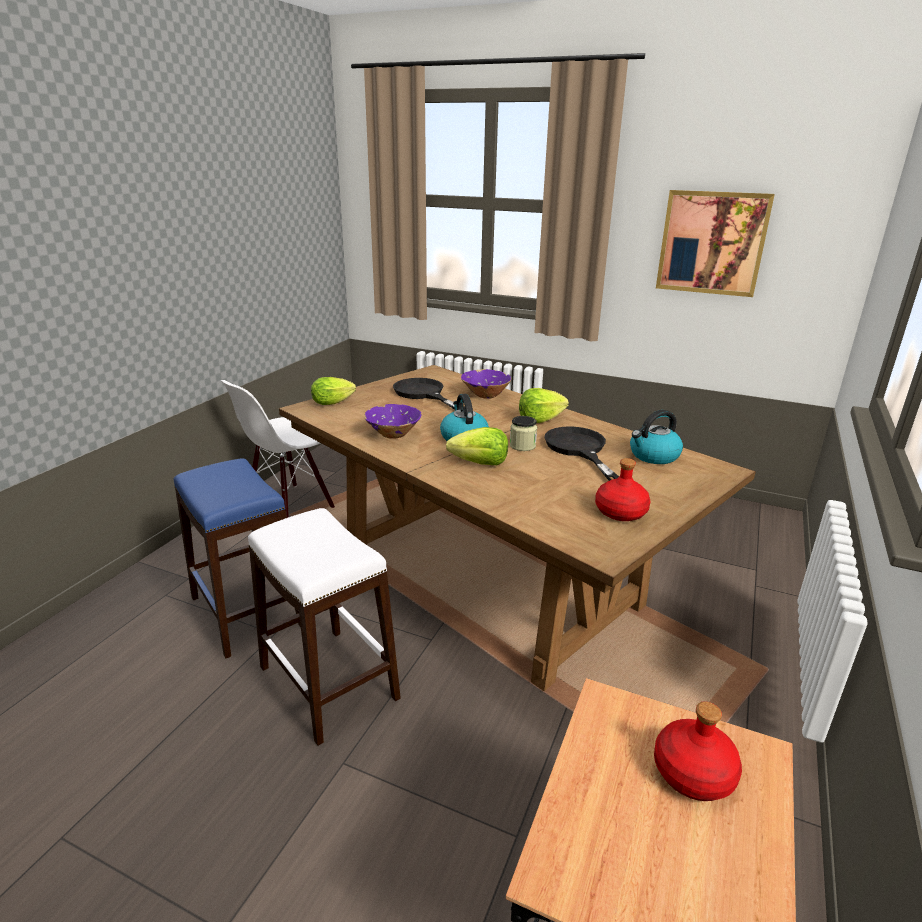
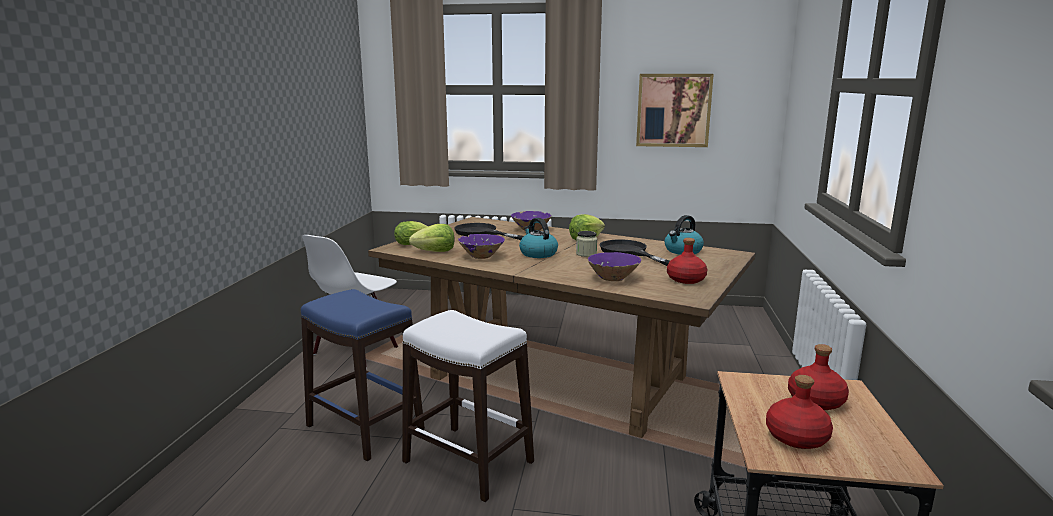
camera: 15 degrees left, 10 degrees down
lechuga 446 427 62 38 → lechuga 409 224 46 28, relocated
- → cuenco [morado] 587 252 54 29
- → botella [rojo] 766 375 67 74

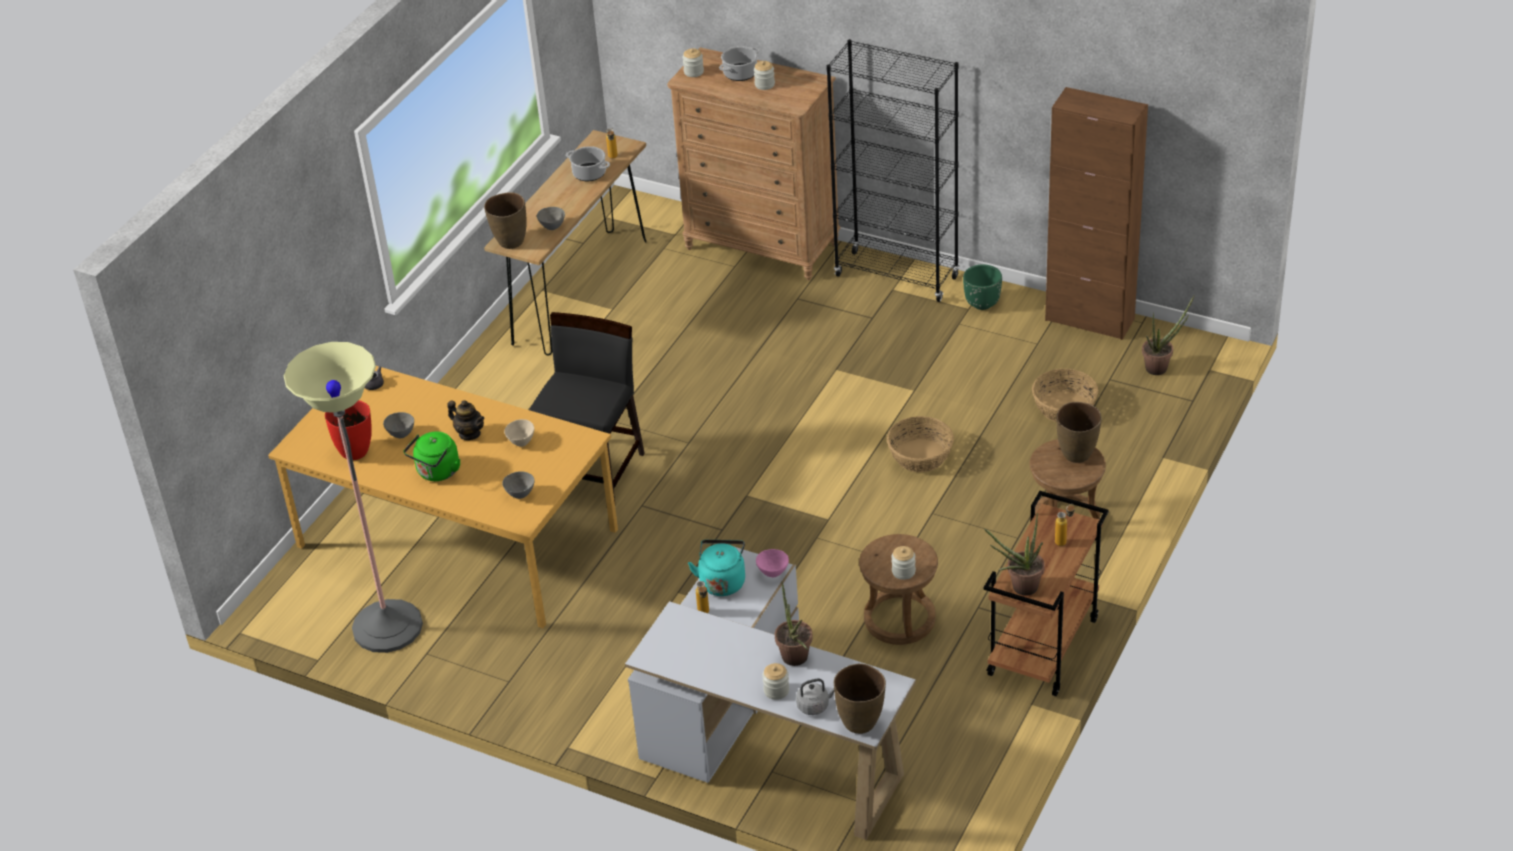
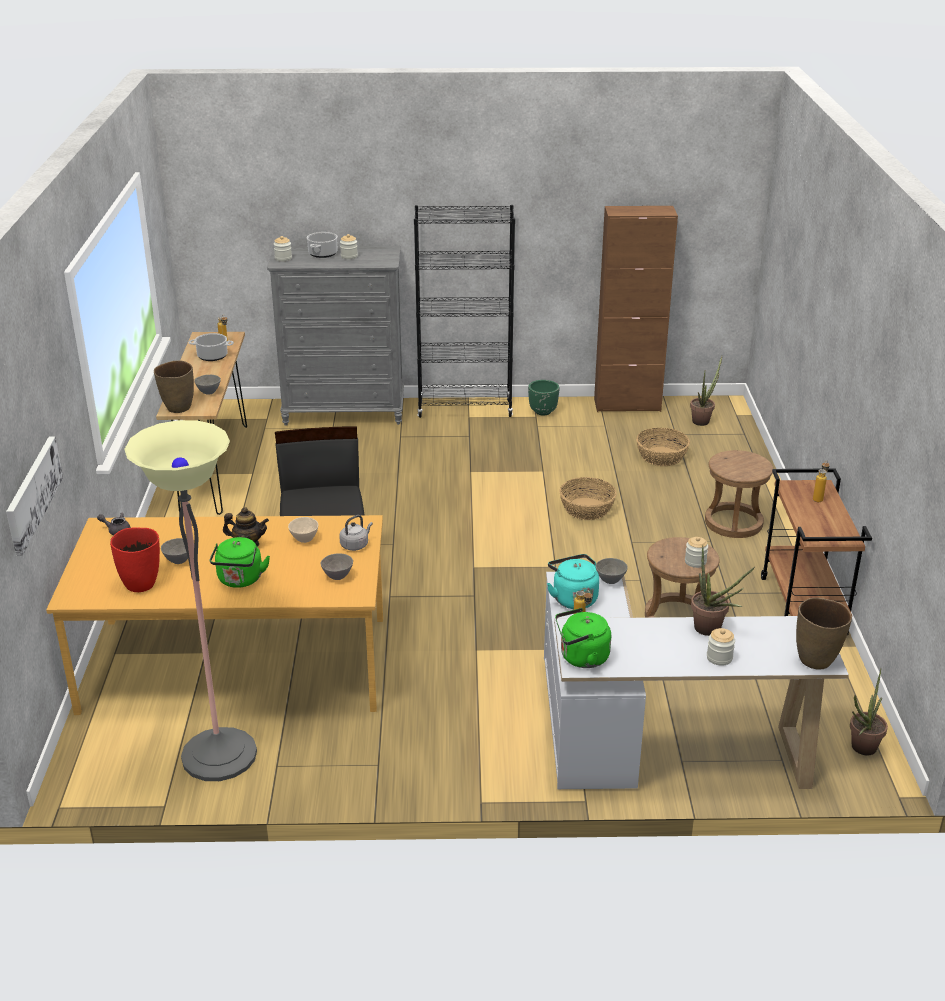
camera: 30 degrees left, 10 degrees down
cómoda [marrón] 667 47 174 233 → cómoda [gris] 267 245 137 181
florero [marrón] 1057 402 45 61 → -
planta en maceta 984 513 61 83 → planta en maceta 850 668 38 87, relocated
cuenco [rosa] 756 549 33 28 → cuenco [gris] 596 558 32 26
hervidor [gris] 796 678 38 37 → hervidor [gris] 339 515 34 36, relocated
- → cuadro 6 436 57 120
- → hervidor [verde] 555 608 56 60

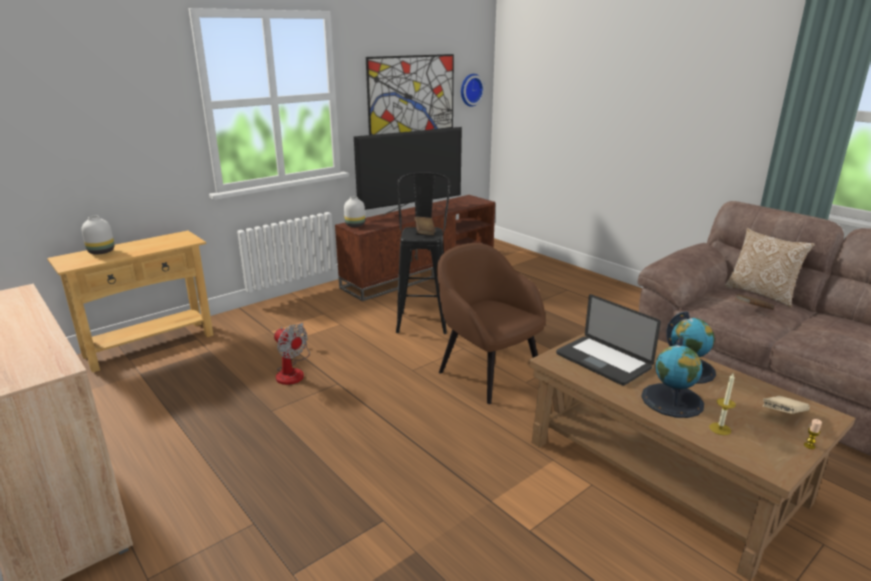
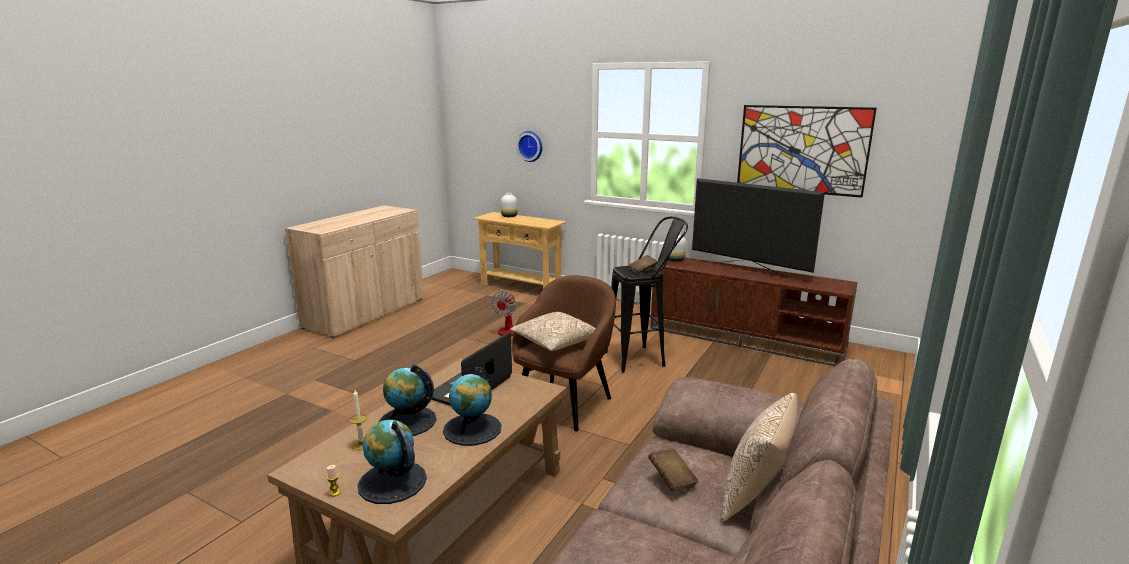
camera: 70 degrees right, 5 degrees down
reloj de pared 461 74 24 33 → reloj de pared 516 131 26 31, relocated
libro [beis] 762 396 48 18 → globo terráqueo 358 420 69 84
- → cojín 510 312 86 39

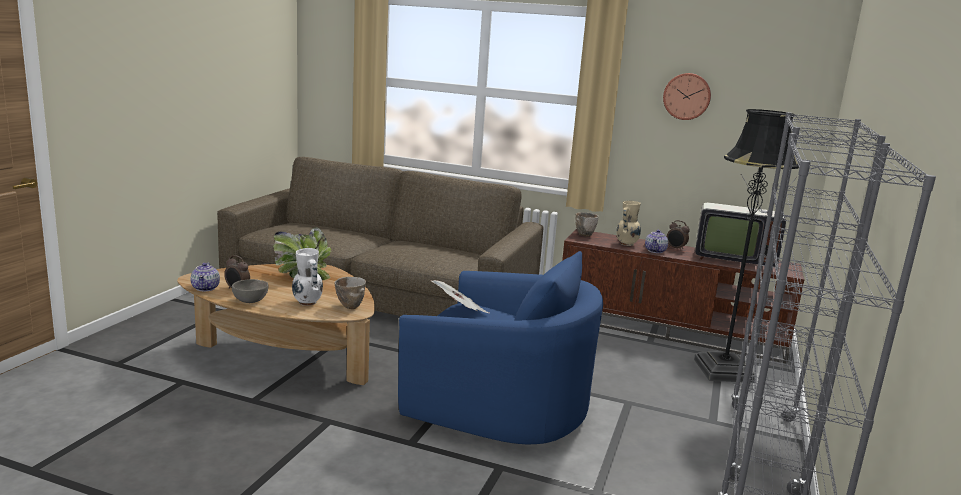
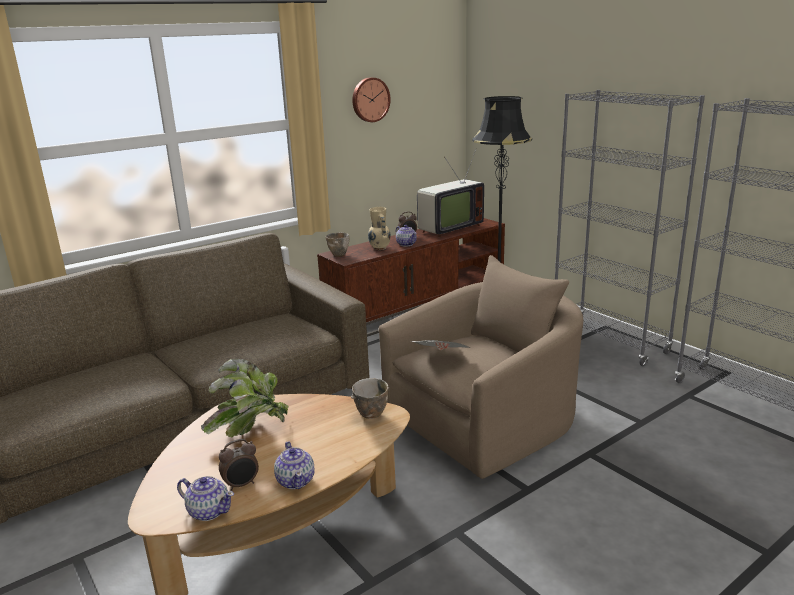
camera: 55 degrees left, 5 degrees up
florero [blanco] 292 248 31 58 → -
sillón [azul] 398 251 205 193 → sillón [beis] 379 255 204 224
cuenco [gris] 232 279 37 24 → tetera 274 442 41 47

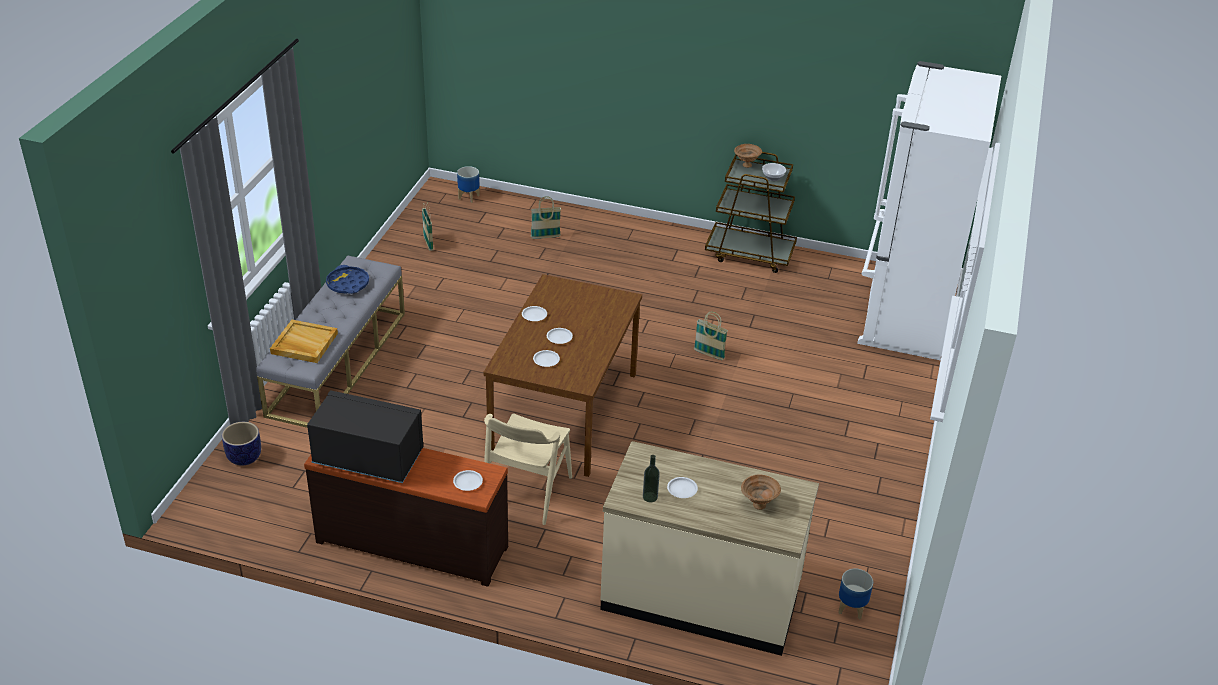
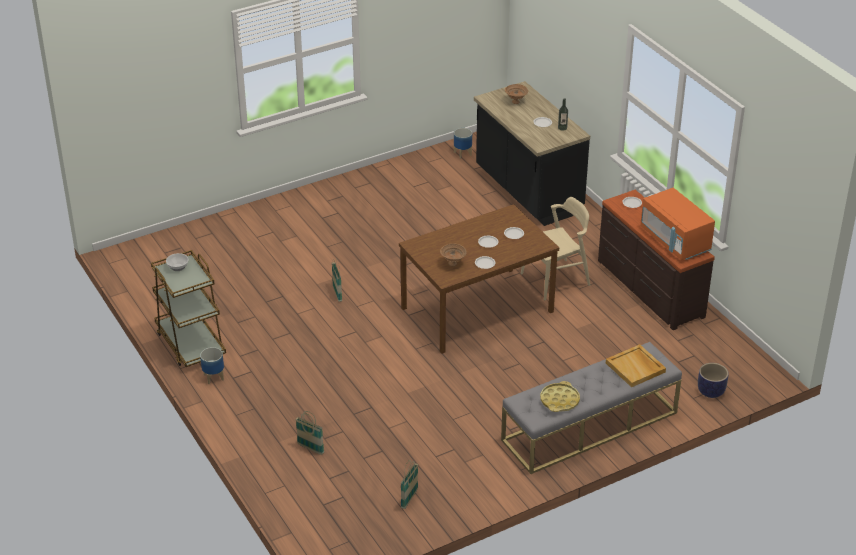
camera: 135 degrees left, 0 degrees up
nevera [blanco] 857 61 144 299 → -
cuenco [marrón] 734 144 28 24 → cuenco [marrón] 440 243 27 23, relocated
maceta 457 166 23 37 → maceta 200 347 24 37, relocated
bandeja [azul] 326 265 43 29 → bandeja [amarillo] 540 381 40 31
microondas [negro] 307 390 116 93 → microondas [naranja] 640 188 75 72
mueble bajo de cocina [beis] 600 441 219 215 → mueble bajo de cocina [negro] 474 81 116 145

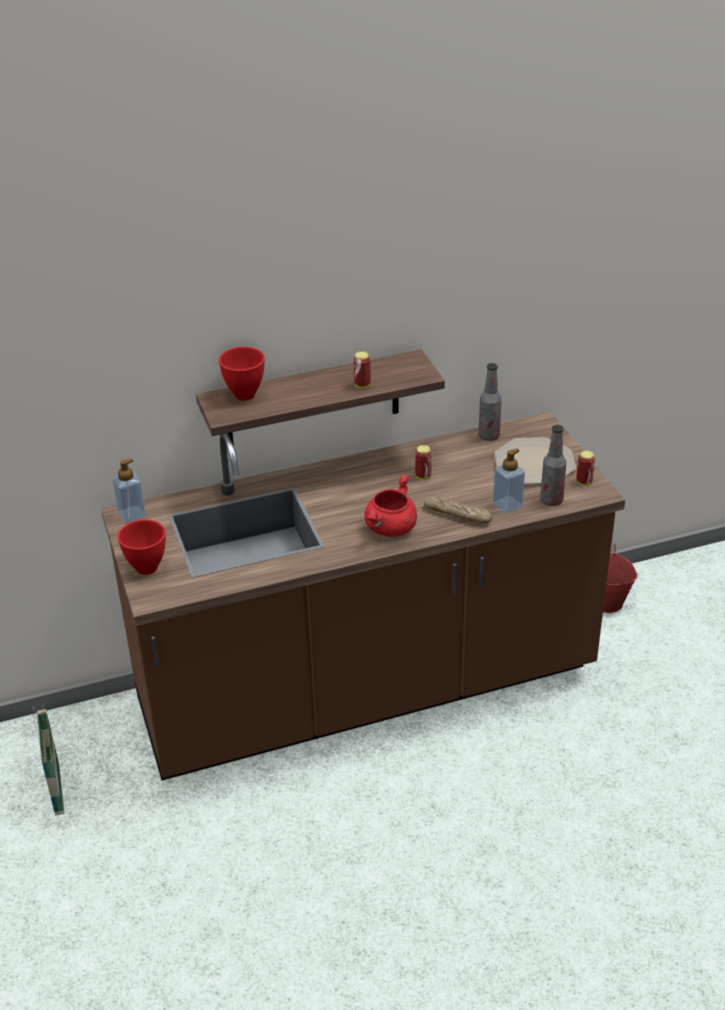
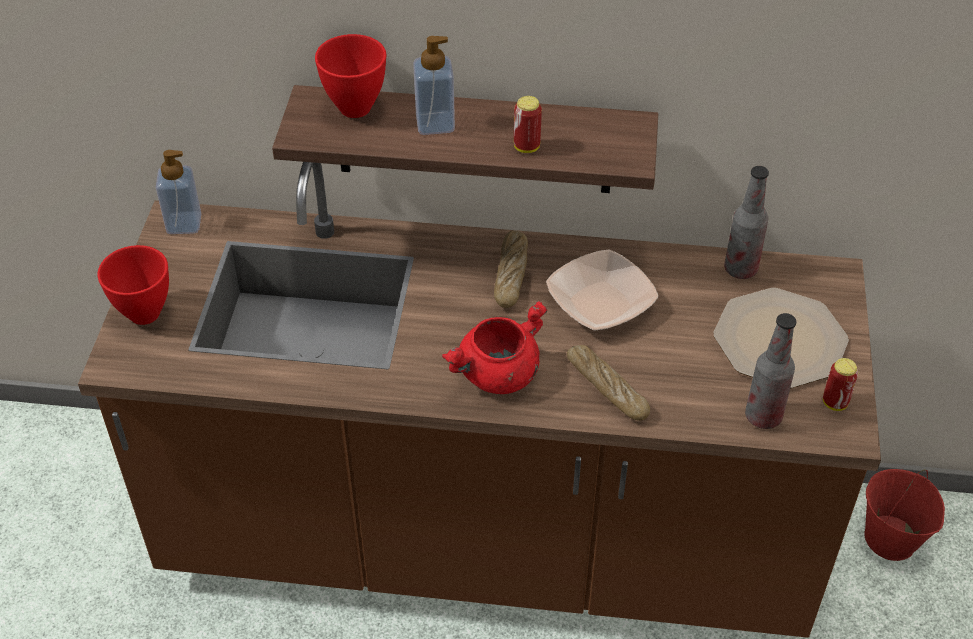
camera: 25 degrees right, 10 degrees up
lata 415 445 17 35 → cuenco 546 250 112 80
dispensador de jabón 493 449 32 64 → dispensador de jabón 413 36 42 99, relocated
cesta 33 705 31 111 → -
- → pan 494 230 34 78

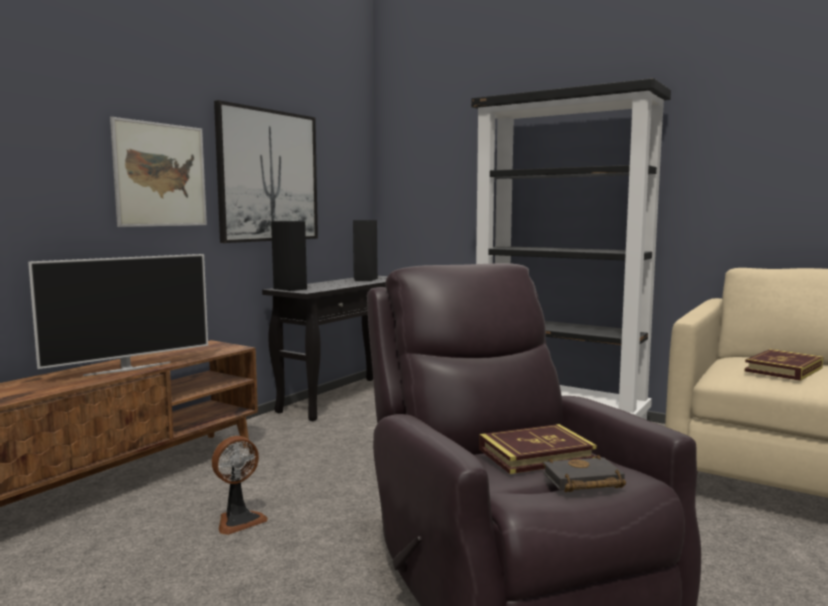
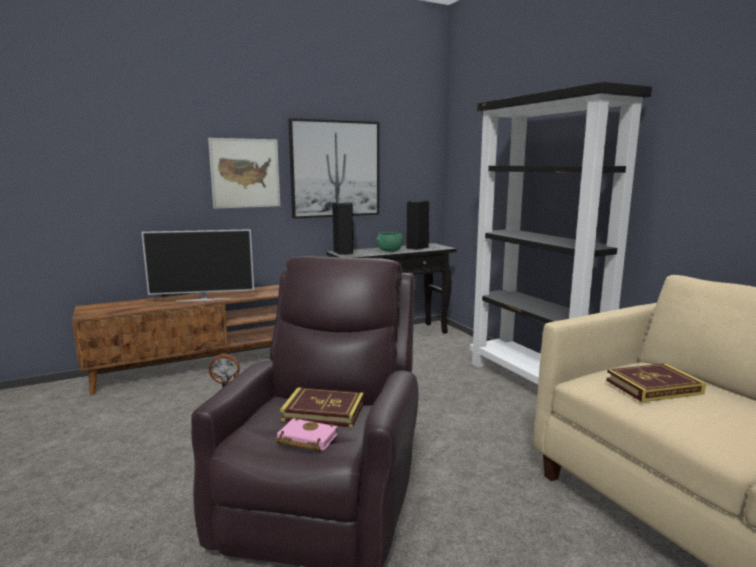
camera: 30 degrees right, 5 degrees up
libro [negro] 543 455 83 37 → libro [rosa] 276 417 62 35
- → cuenco [verde] 376 232 27 20

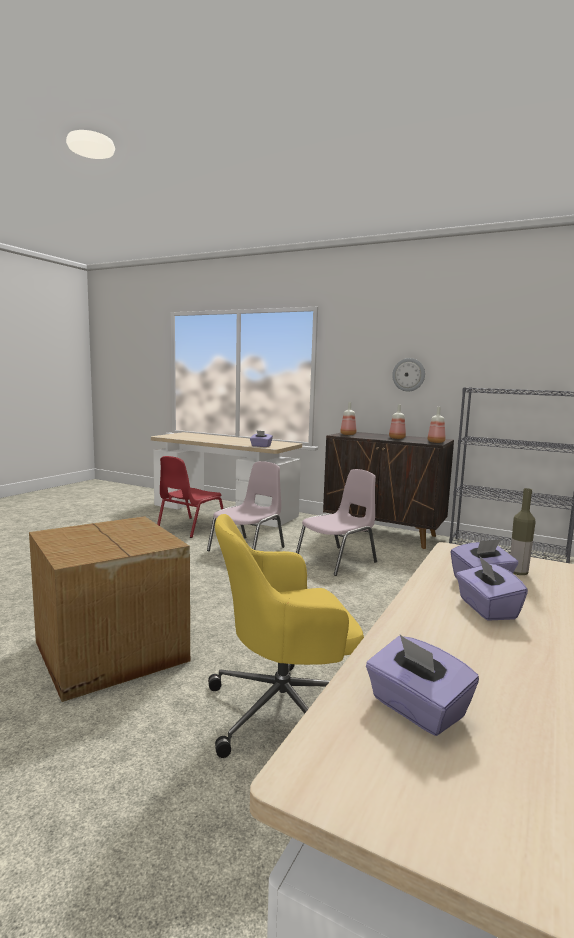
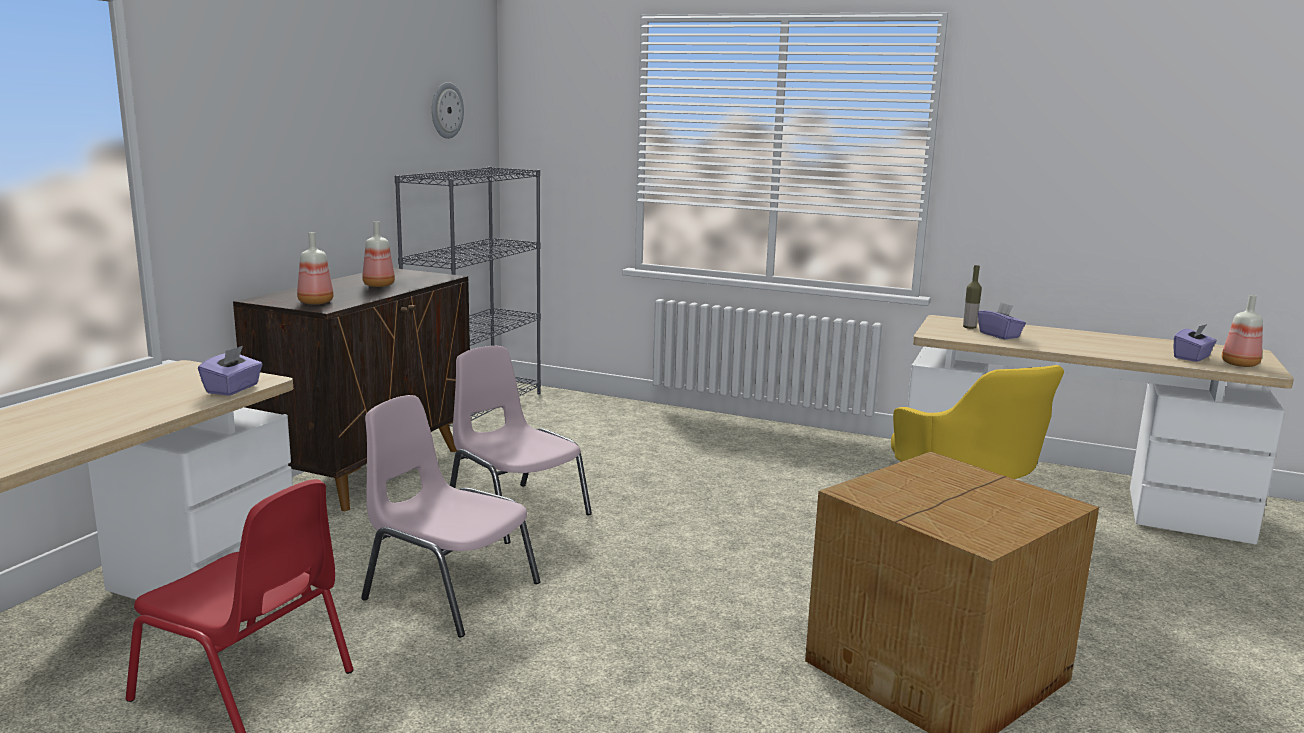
camera: 95 degrees left, 5 degrees up
reloj de pared 392 358 33 34 → reloj de pared 432 82 32 57, relocated
botella 428 407 17 36 → botella 1222 295 41 72, relocated
caja de pañuelos [morado] 456 556 72 65 → -

